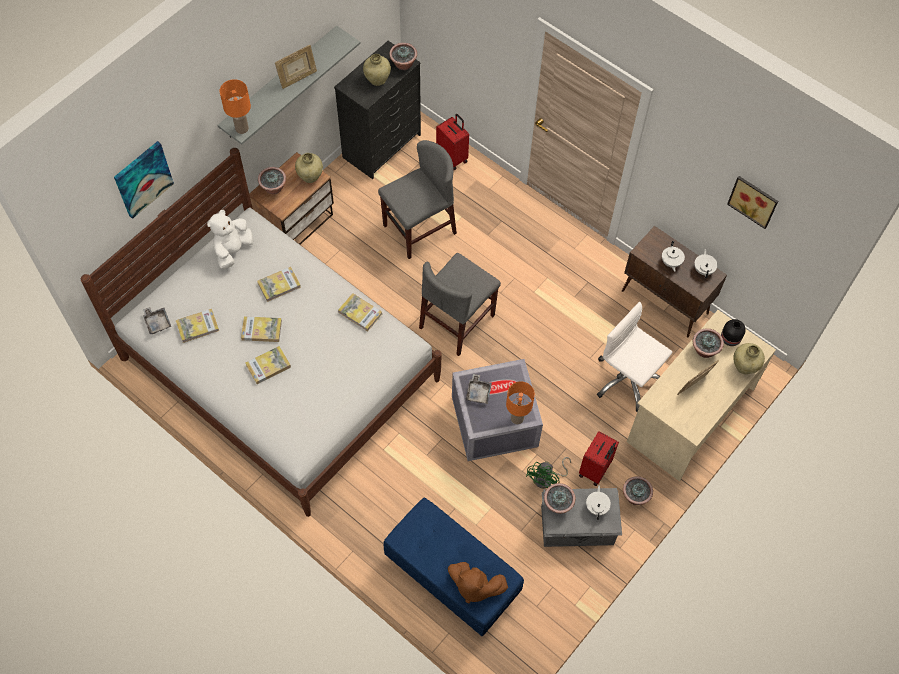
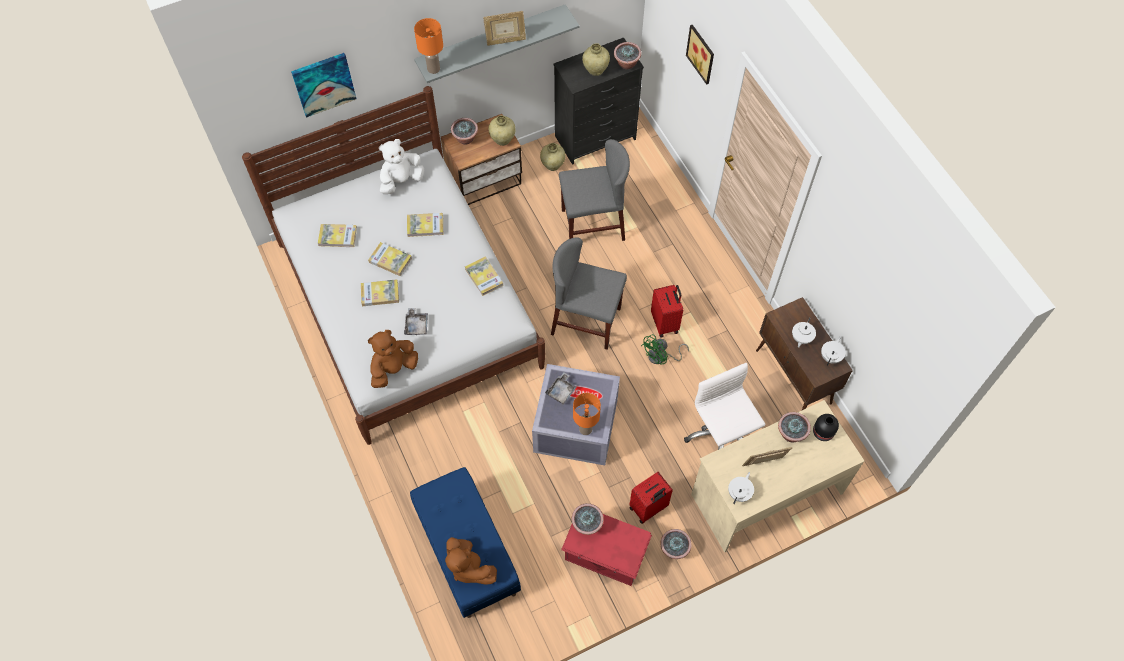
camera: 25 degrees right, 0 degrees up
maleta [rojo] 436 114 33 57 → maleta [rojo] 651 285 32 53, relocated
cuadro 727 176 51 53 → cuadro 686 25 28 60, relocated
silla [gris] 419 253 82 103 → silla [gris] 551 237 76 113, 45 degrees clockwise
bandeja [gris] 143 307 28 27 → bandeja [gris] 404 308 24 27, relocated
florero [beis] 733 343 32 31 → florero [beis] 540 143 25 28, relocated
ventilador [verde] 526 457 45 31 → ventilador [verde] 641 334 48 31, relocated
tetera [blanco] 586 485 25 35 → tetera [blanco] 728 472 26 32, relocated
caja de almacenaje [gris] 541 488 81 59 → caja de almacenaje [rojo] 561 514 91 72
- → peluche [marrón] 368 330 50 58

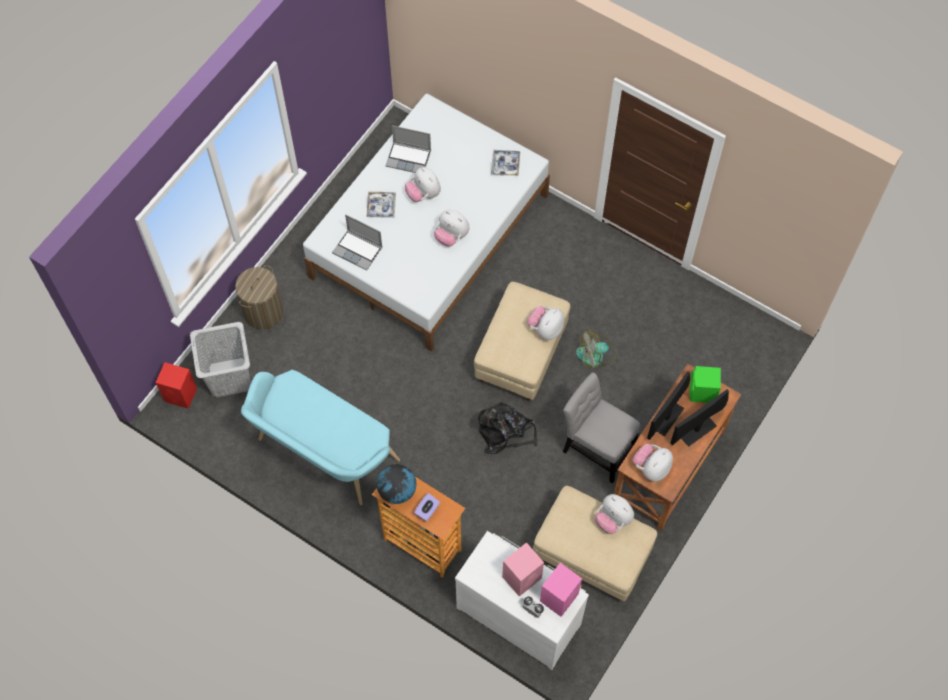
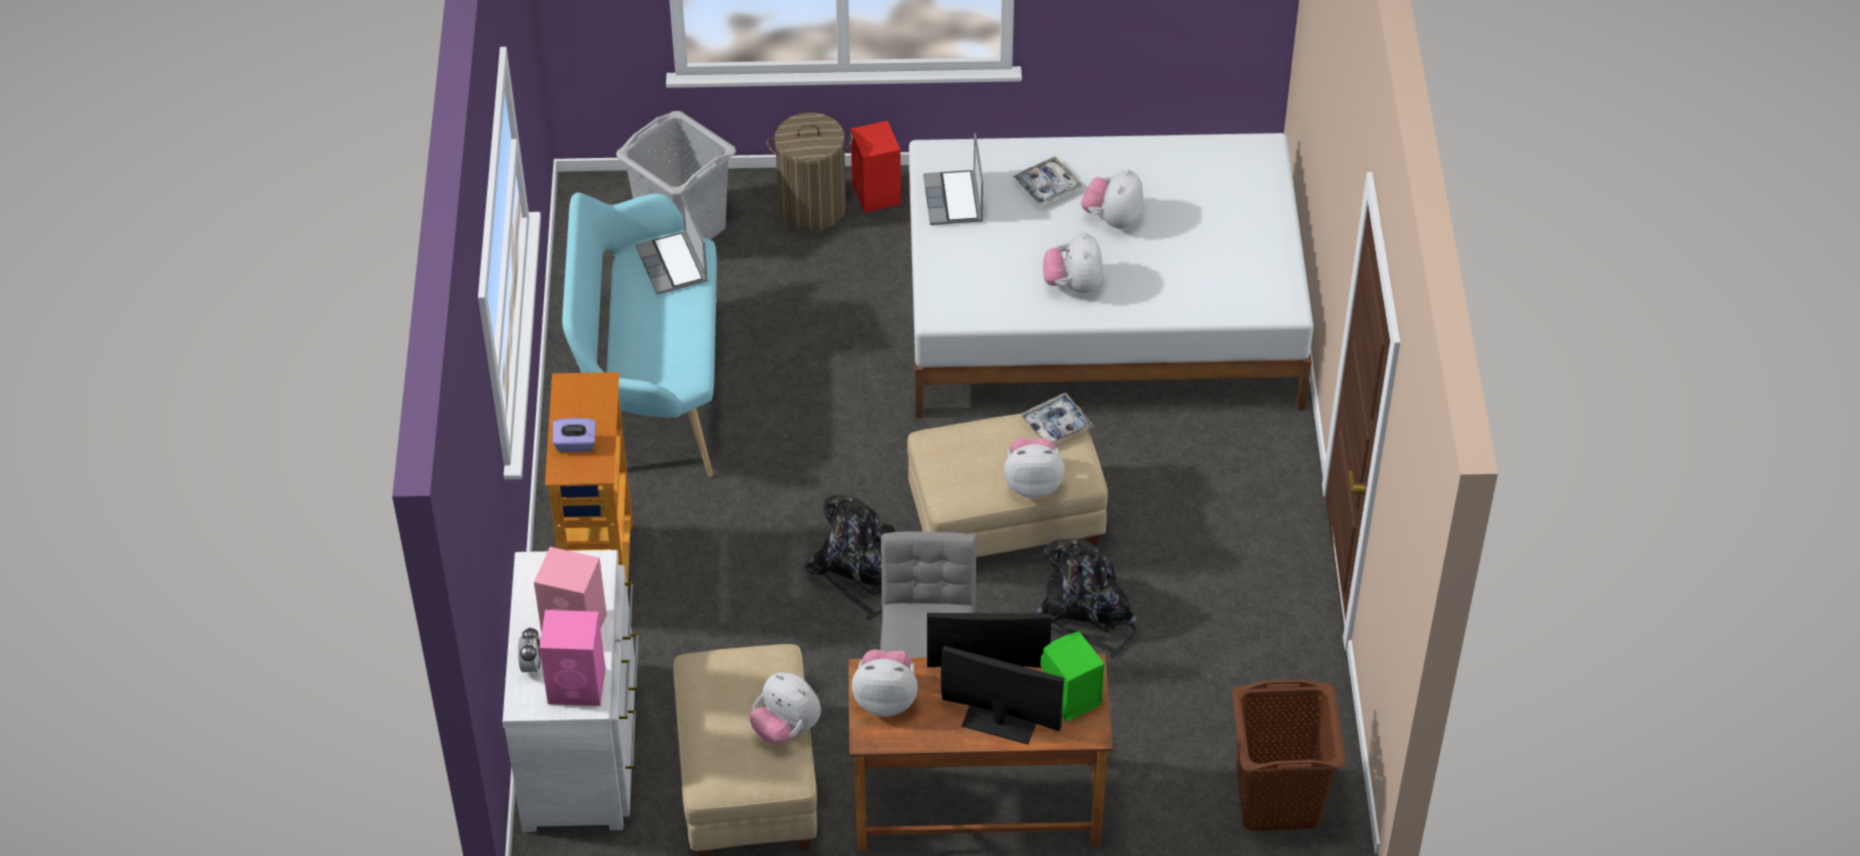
camera: 55 degrees right, 15 degrees down
portátil 385 125 46 48 → portátil 635 194 73 101, relocated
bandeja 491 150 29 26 → bandeja 1021 393 72 50, relocated
ventilador 576 331 41 38 → mochila [negro] 1033 539 104 120
altavoz [rojo] 156 362 41 47 → altavoz [rojo] 851 121 50 92, relocated
globo terráqueo 377 464 39 40 → -
peluche 595 494 39 40 → peluche 750 672 71 72, 60 degrees counterclockwise
- → cesto de la ropa [marrón] 1232 680 114 151

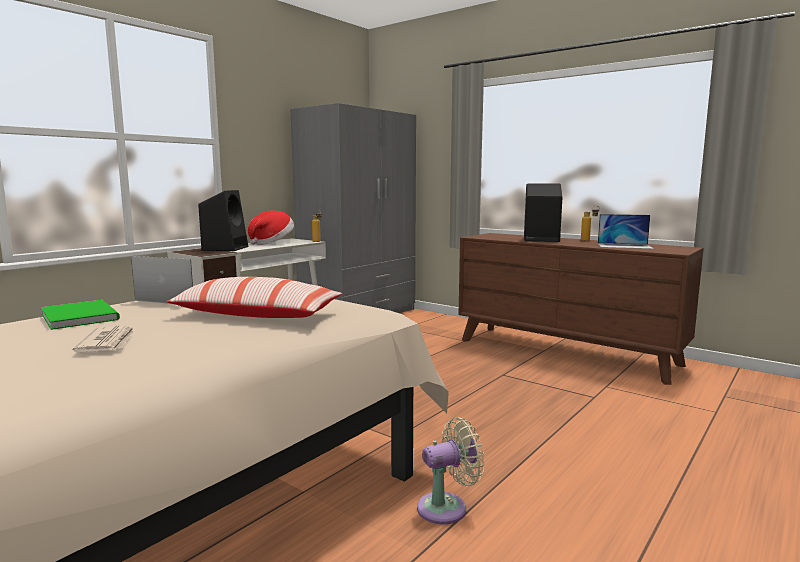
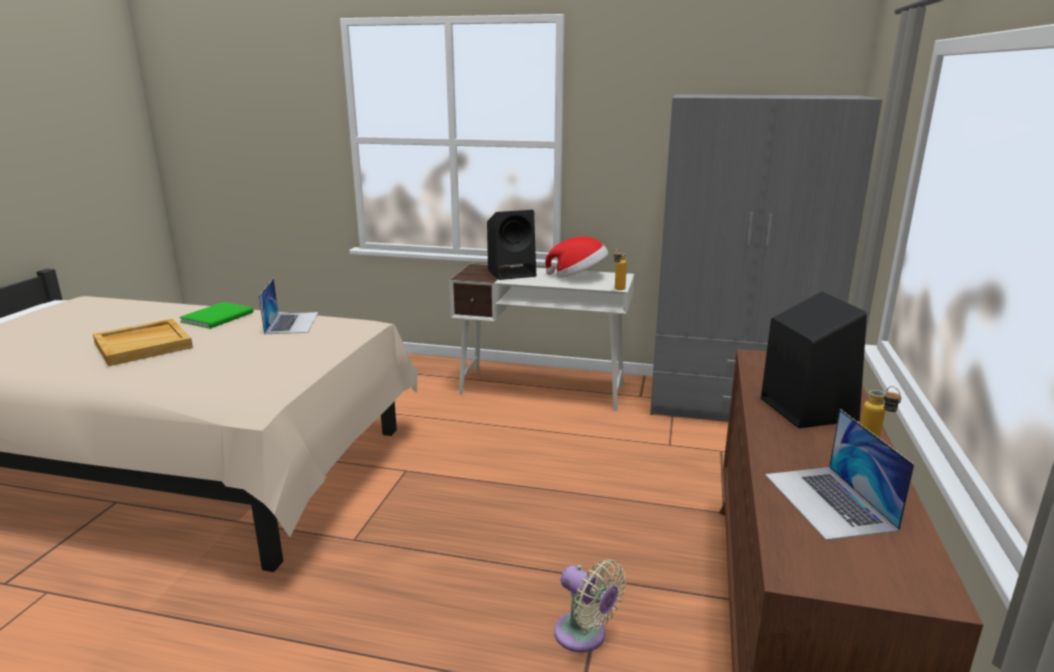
camera: 65 degrees right, 10 degrees up
cojín 167 277 175 41 → -
periódico 73 326 62 26 → bandeja [beis] 93 319 100 47
ventilador [beis] 417 417 67 107 → ventilador [beis] 554 559 72 94, relocated

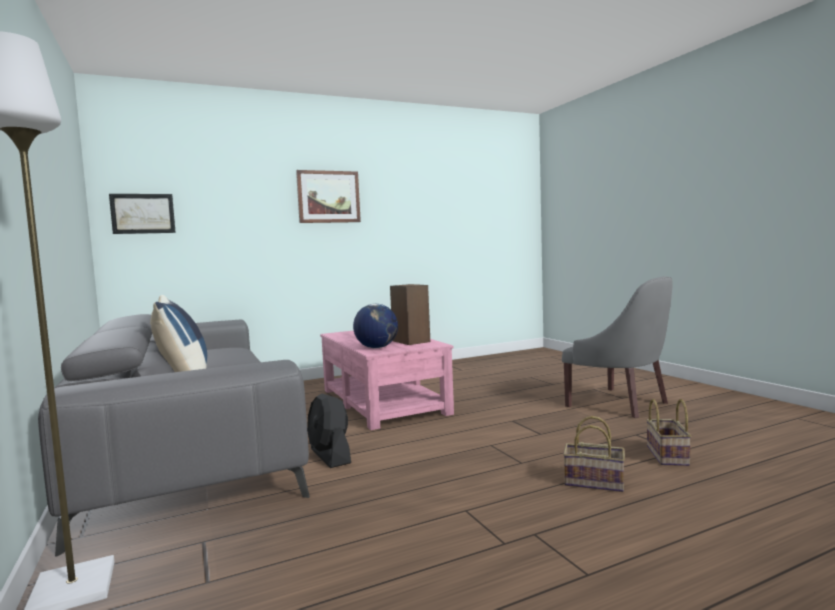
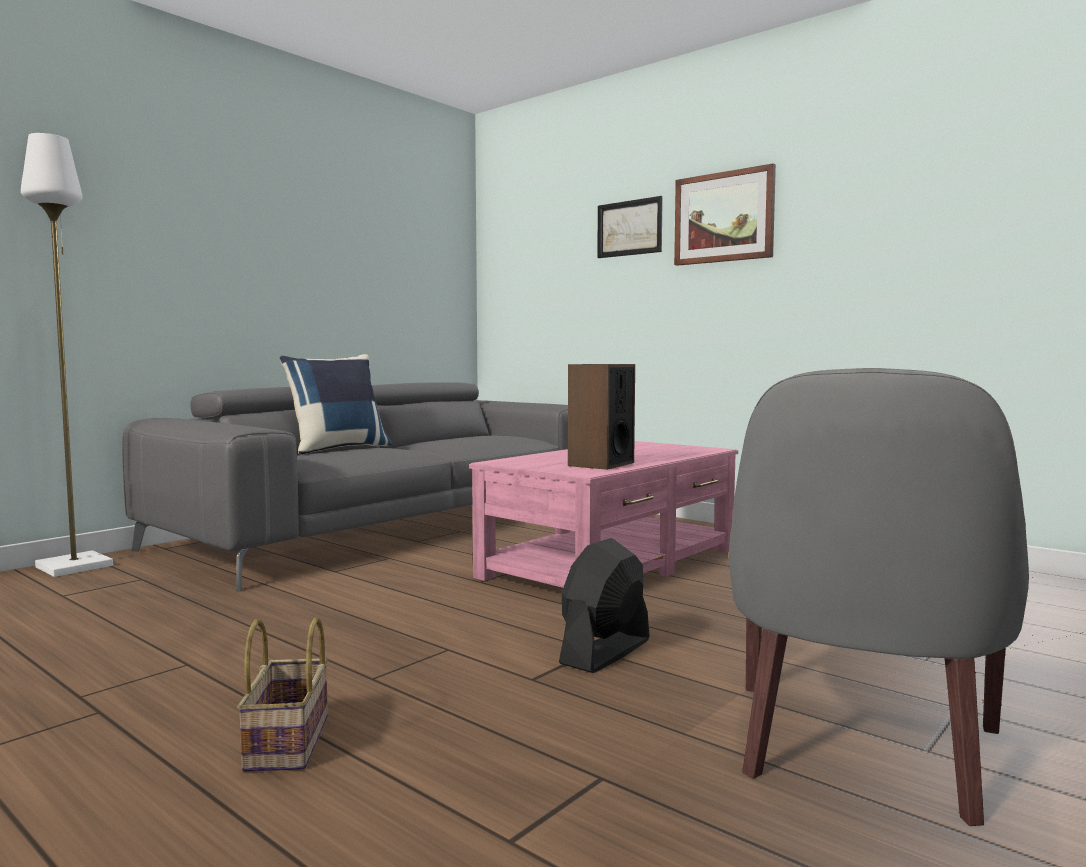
camera: 65 degrees right, 0 degrees up
cuadro 109 194 67 40 → cuadro 597 196 66 62, relocated
globo terráqueo 353 304 45 44 → -
ventilador [negro] 307 393 44 75 → ventilador [negro] 559 538 91 135, relocated
cesta 646 399 45 67 → -

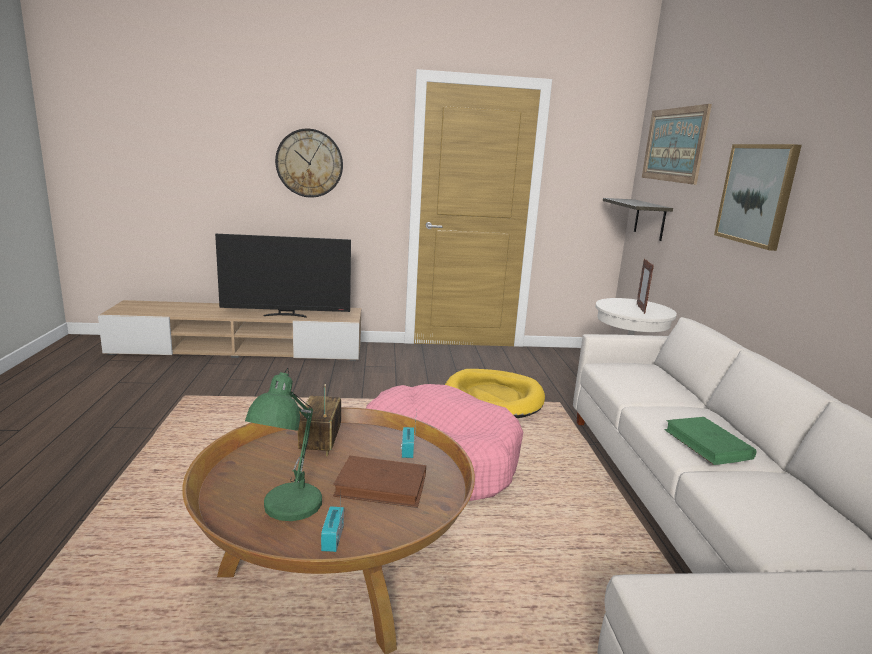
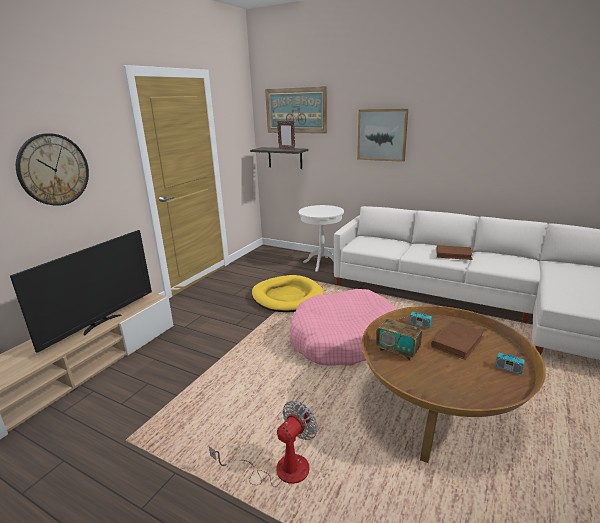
camera: 55 degrees left, 5 degrees up
portarretratos 637 259 17 55 → portarretratos 277 121 18 29, relocated
lámpara de mesa [verde] 245 368 77 153 → -
libro [verde] 665 417 91 48 → libro [marrón] 436 245 37 15
- → ventilador 209 401 108 86

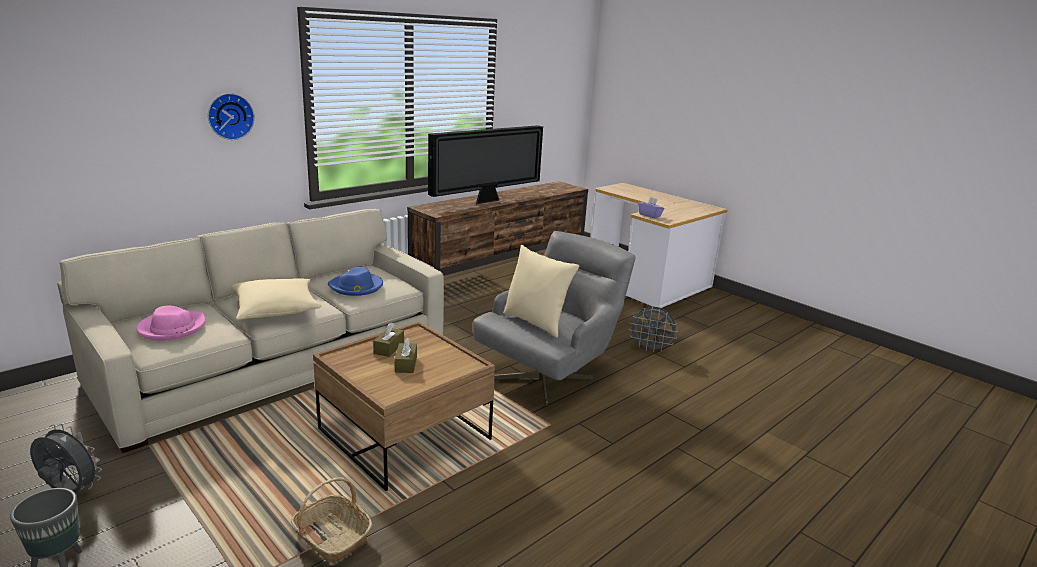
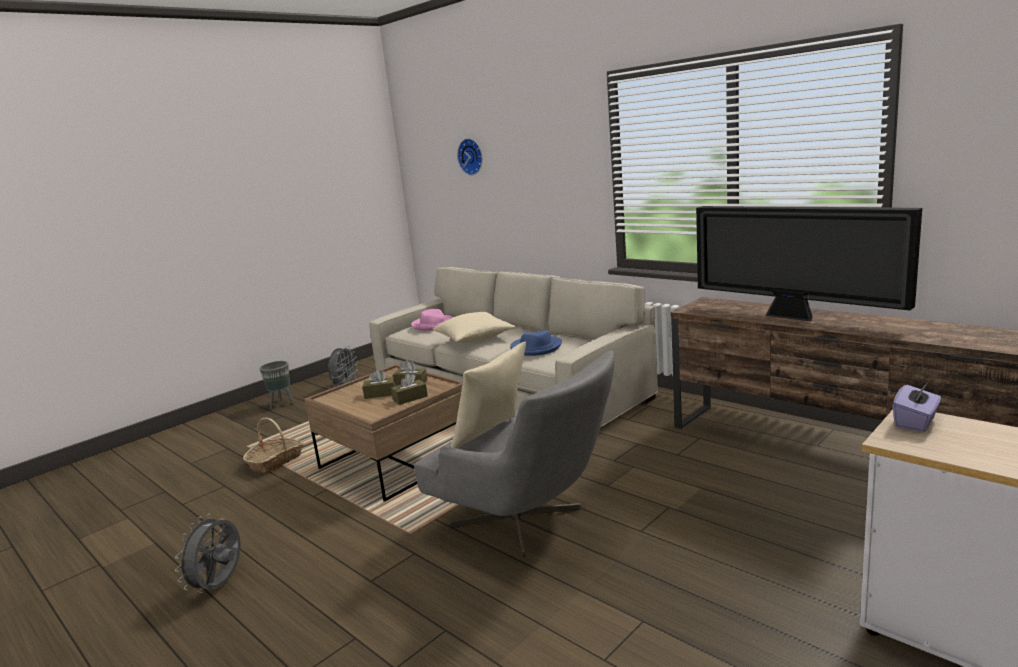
camera: 90 degrees right, 5 degrees down
reloj de pared 208 93 47 47 → reloj de pared 457 138 25 38, relocated
ventilador [gris] 629 307 49 46 → ventilador [gris] 175 514 66 79, relocated
- → caja de pañuelos [marrón] 391 373 37 32

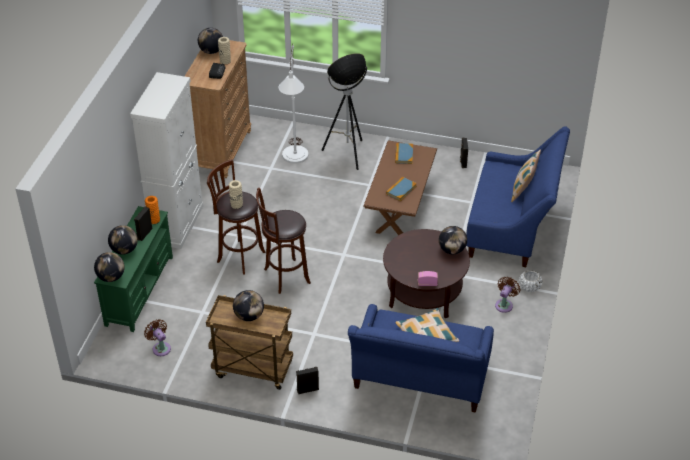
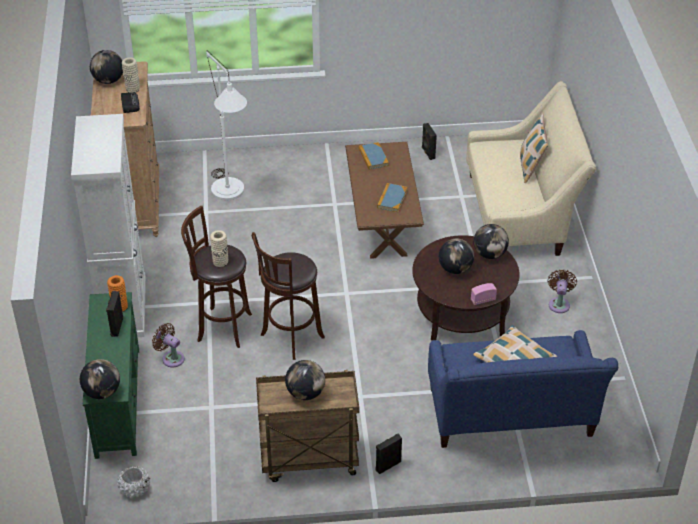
camera: 20 degrees left, 0 degrees up
lámpara de pie 322 53 45 117 → -
sofá [azul] 466 126 104 141 → sofá [beis] 466 81 130 175
globo terráqueo 108 225 30 30 → globo terráqueo 439 239 35 35, relocated
maceta [blanco] 519 270 24 22 → maceta [blanco] 117 466 33 32, relocated
ventilador [marrón] 144 319 27 37 → ventilador [marrón] 152 323 33 44, relocated

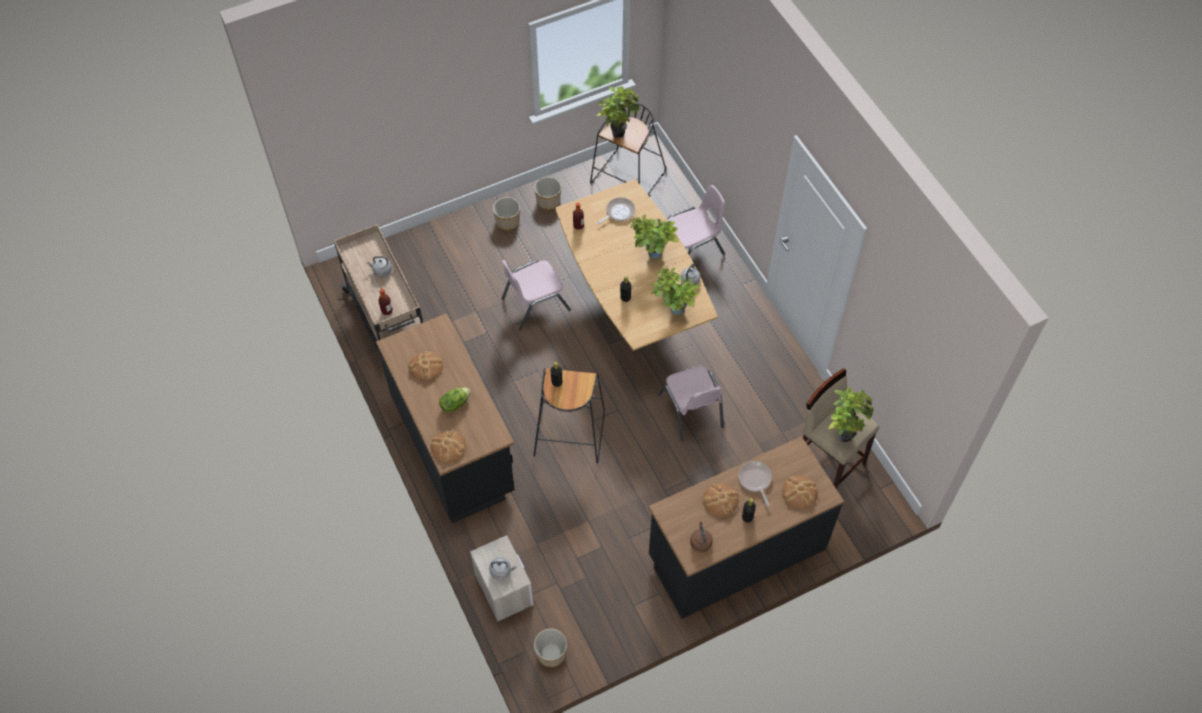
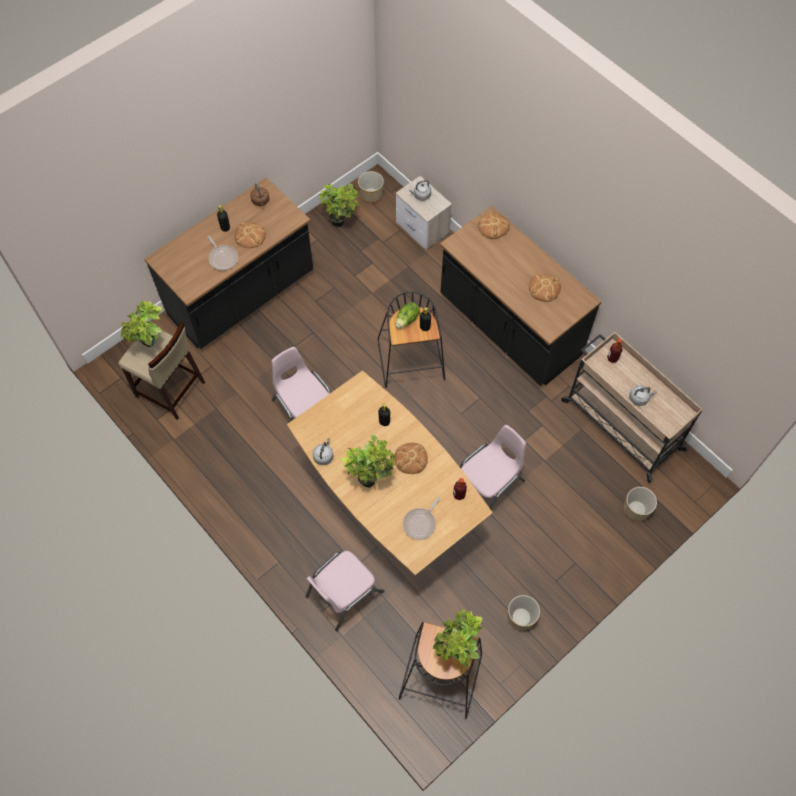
camera: 165 degrees right, 5 degrees up
maceta 493 197 27 33 → maceta 624 487 33 35, relocated
planta en maceta 651 268 48 47 → planta en maceta 319 183 40 44, relocated
lechuga 439 387 32 26 → lechuga 395 302 25 27, relocated
pan 782 476 36 32 → pan 394 443 34 31, relocated

